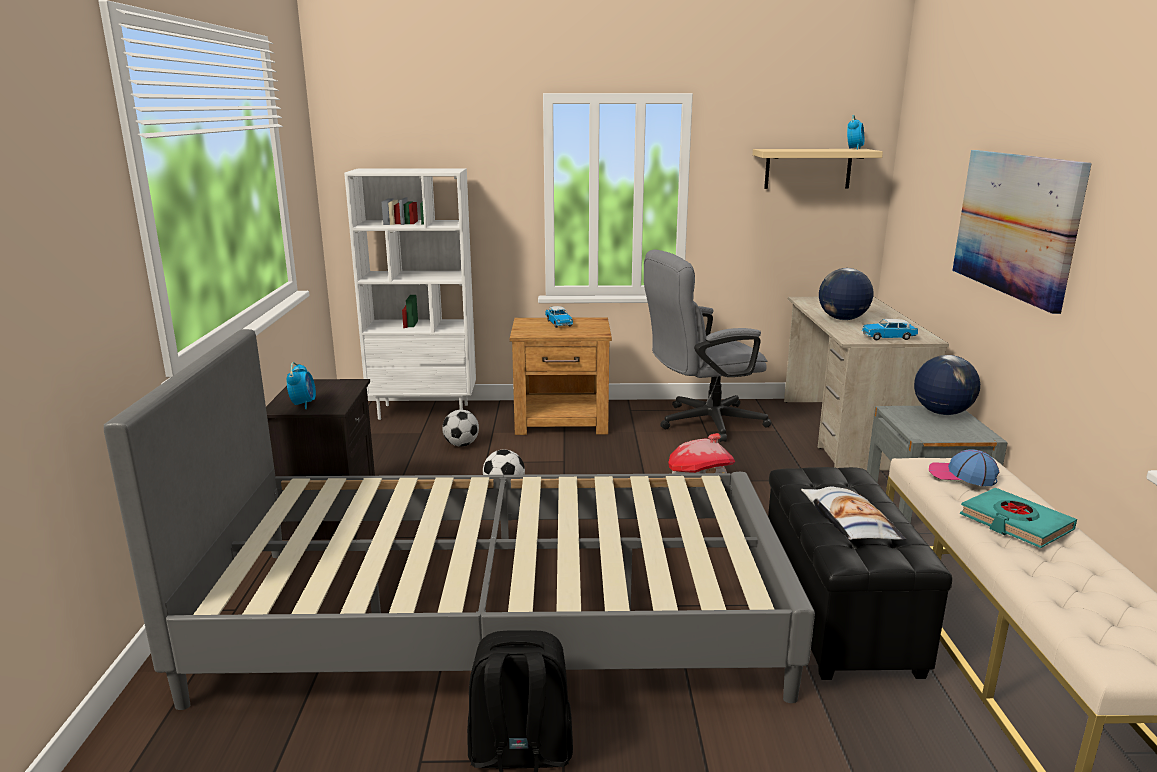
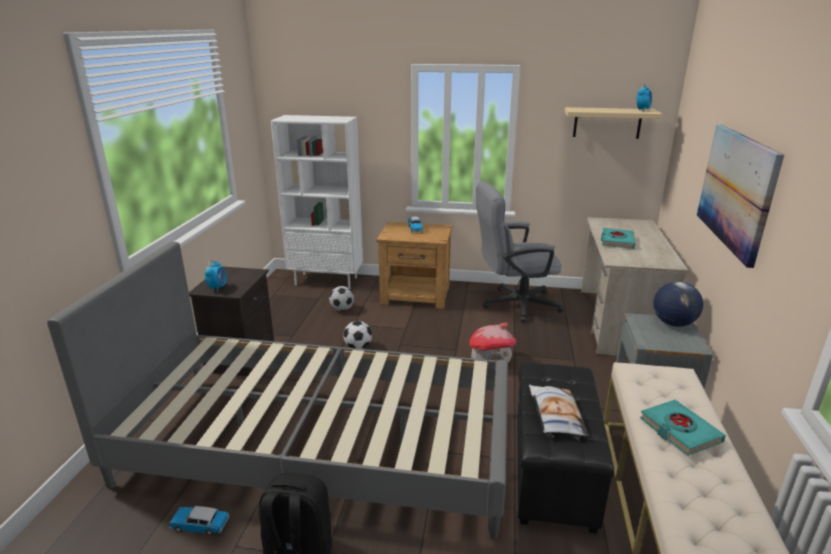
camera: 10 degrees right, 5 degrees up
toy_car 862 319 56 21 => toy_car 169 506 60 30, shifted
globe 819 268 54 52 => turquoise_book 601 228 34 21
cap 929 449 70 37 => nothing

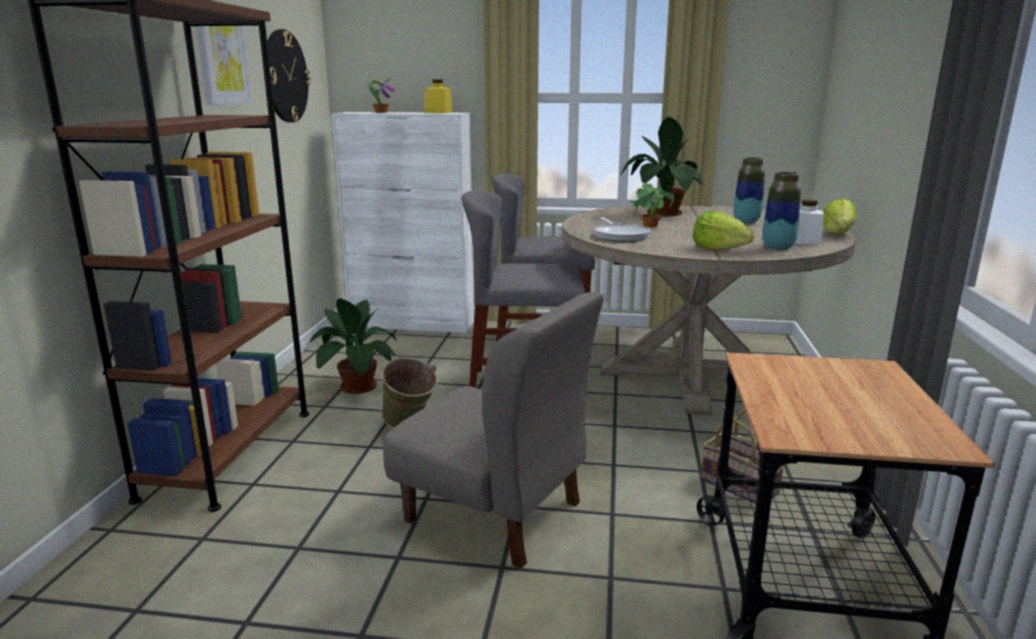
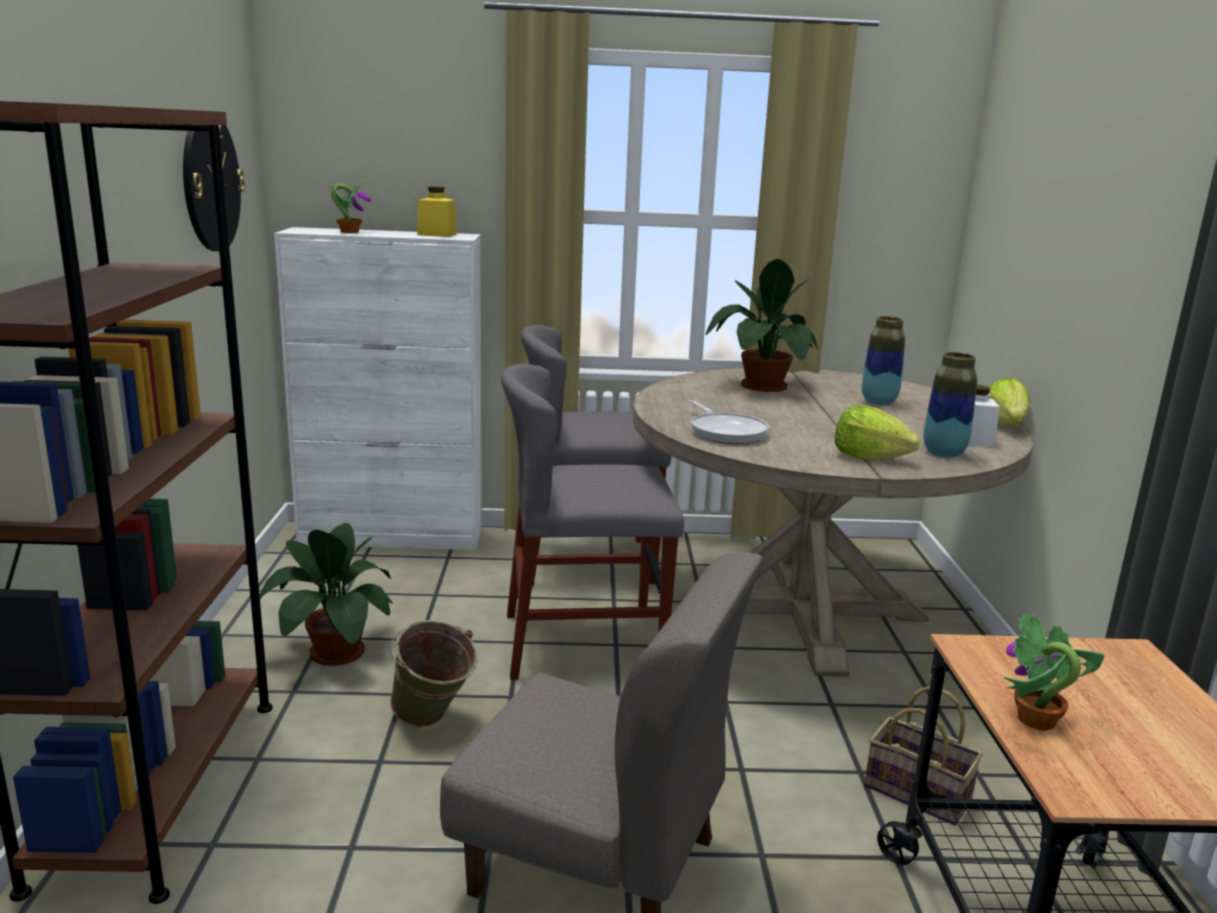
camera: 10 degrees left, 0 degrees up
potted_plant 630 183 45 44 => potted_plant 1003 613 102 118, shifted
picture 196 26 56 79 => nothing

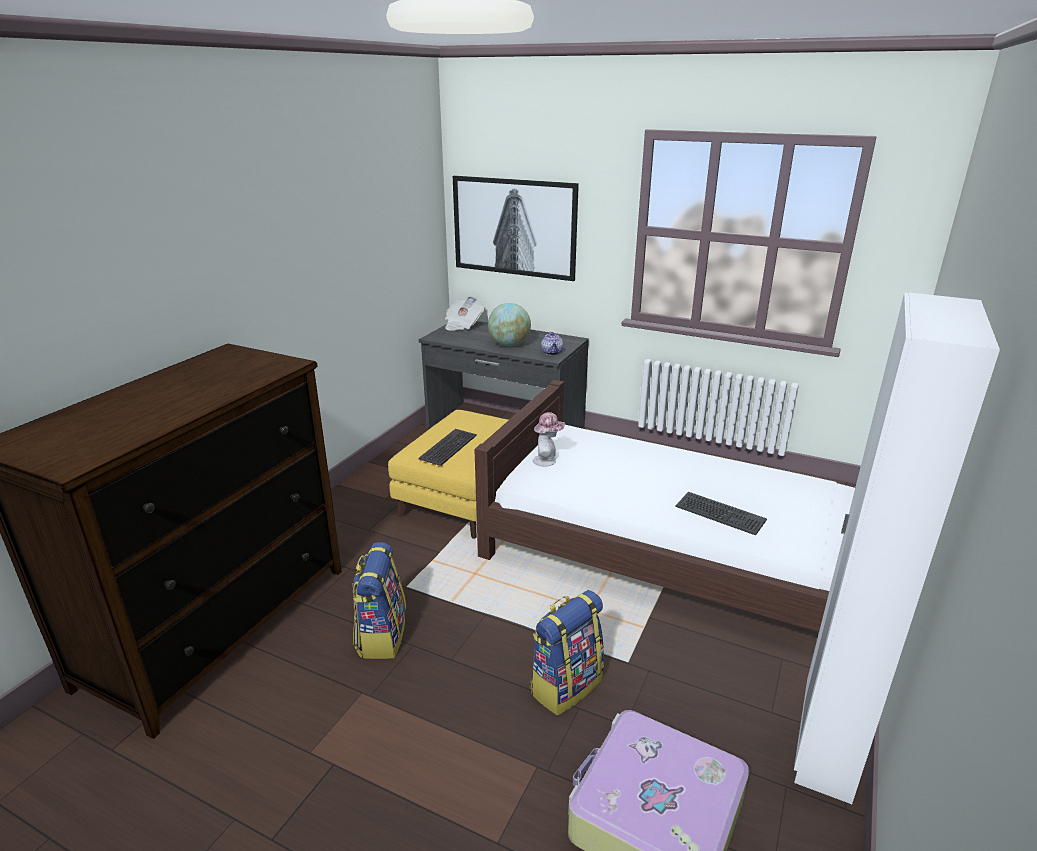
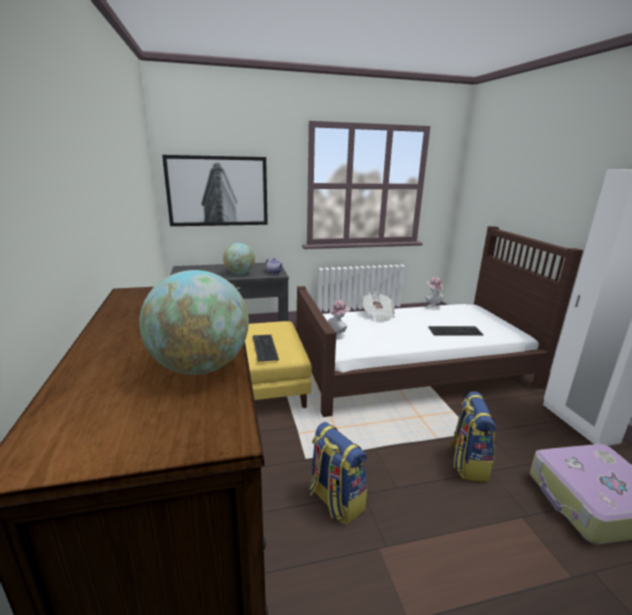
camera: 40 degrees left, 5 degrees down
nothing => globe 139 270 110 105
newspaper 445 296 40 35 => newspaper 363 292 32 31, shifted
nothing => hat 425 277 19 33

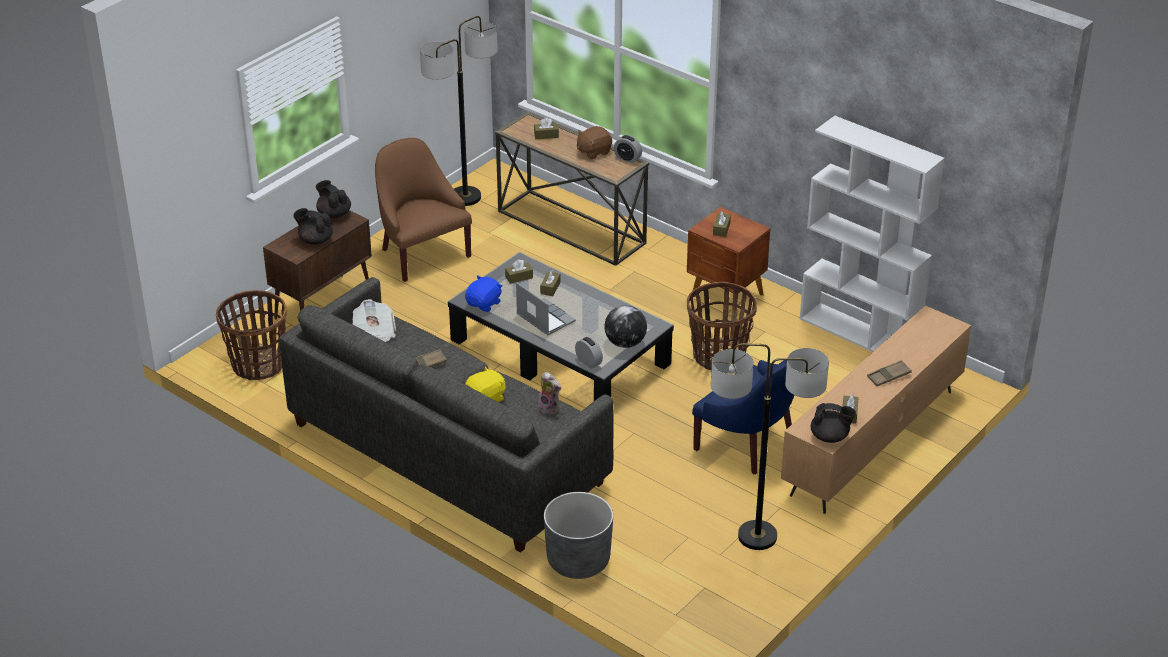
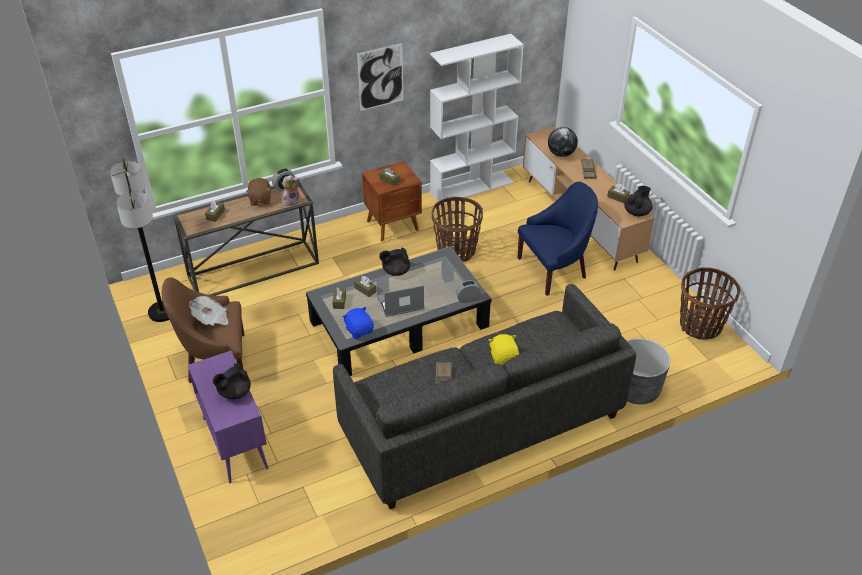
camera: 65 degrees left, 5 degrees up
brown_cabinet 263 210 109 109 => purple_cabinet 188 351 81 132
newspaper 353 299 43 43 => newspaper 189 296 39 30, shifted
plush_toy 538 372 23 43 => plush_toy 282 175 18 31, shifted
nothing => picture 357 43 47 68
black_teapot 316 180 35 38 => black_teapot 379 248 31 28, shifted
globe 604 305 43 43 => globe 548 127 30 30, shifted
basket 216 290 71 90 => basket 680 267 61 73, shifted
floor_lamp 711 343 118 207 => nothing

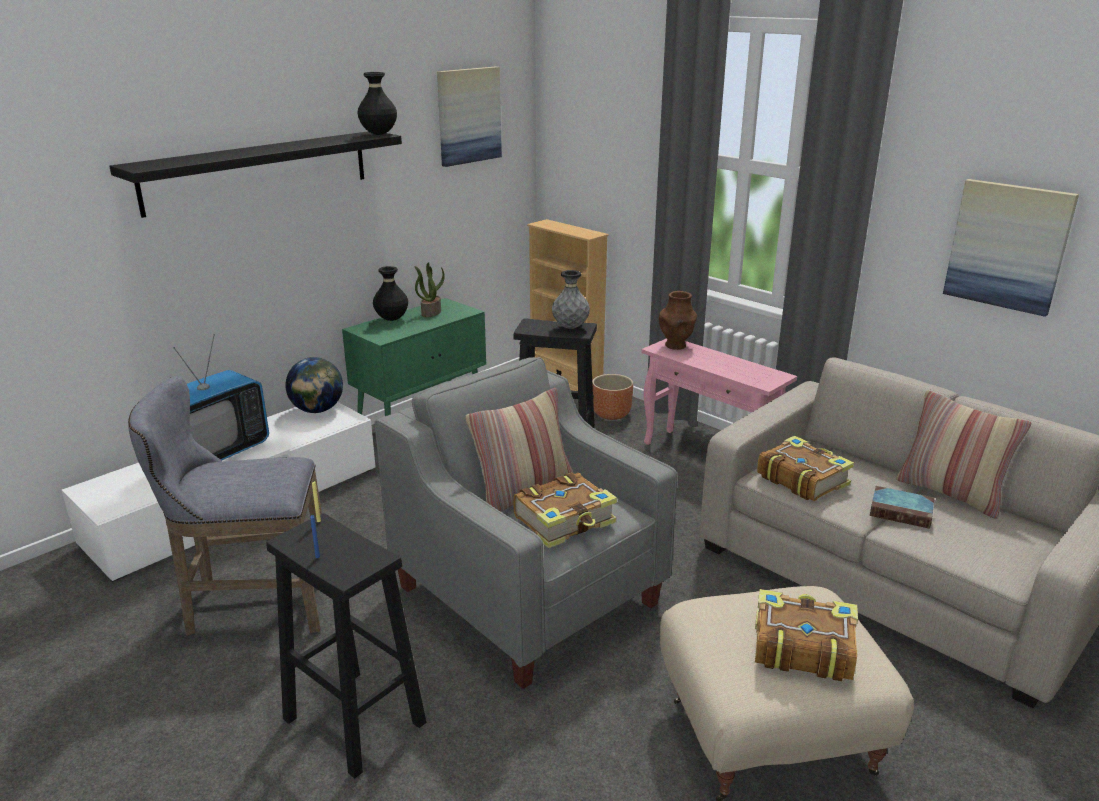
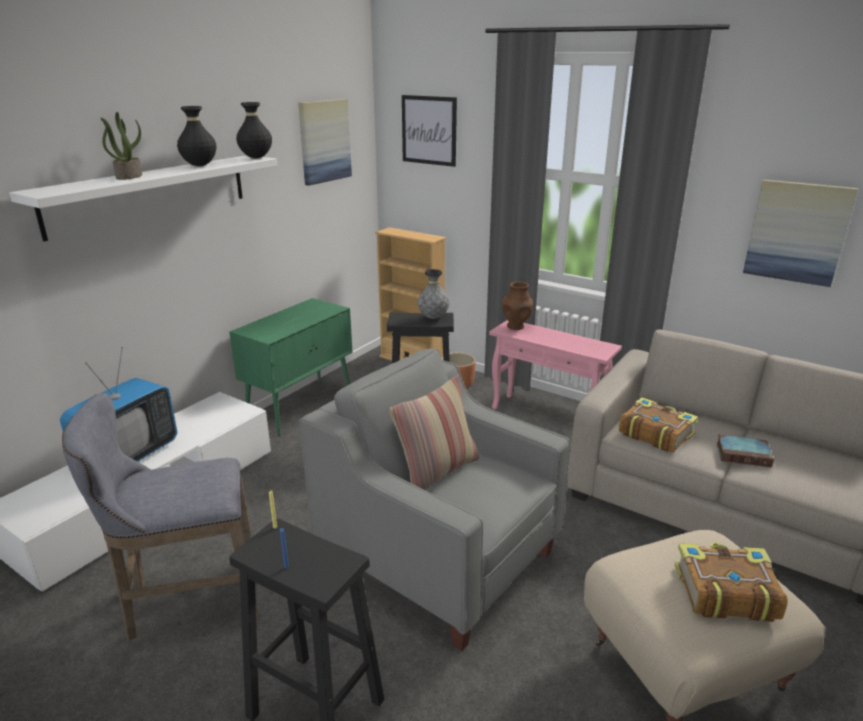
camera: 10 degrees left, 0 degrees up
black_shelf 109 131 293 87 => white_shelf 9 155 269 86
potted_plant 415 262 30 55 => potted_plant 100 112 42 68, shifted
black_vase 373 266 35 55 => black_vase 177 106 39 60, shifted
nothing => picture 402 95 55 72
globe 285 357 58 56 => nothing
book 513 473 104 75 => nothing
pillow 896 390 135 129 => nothing

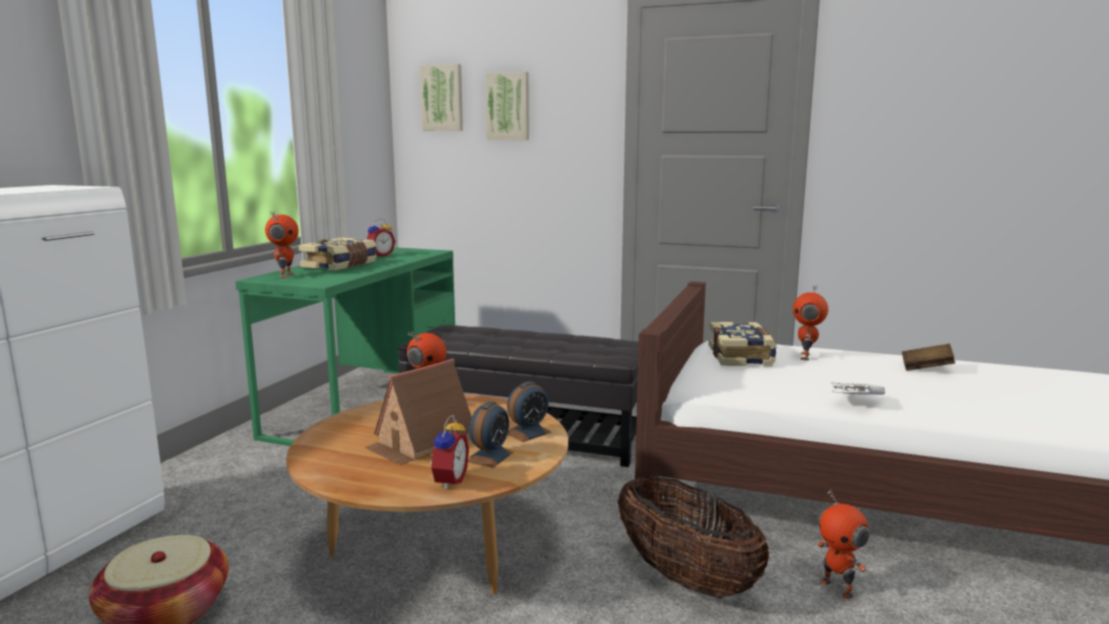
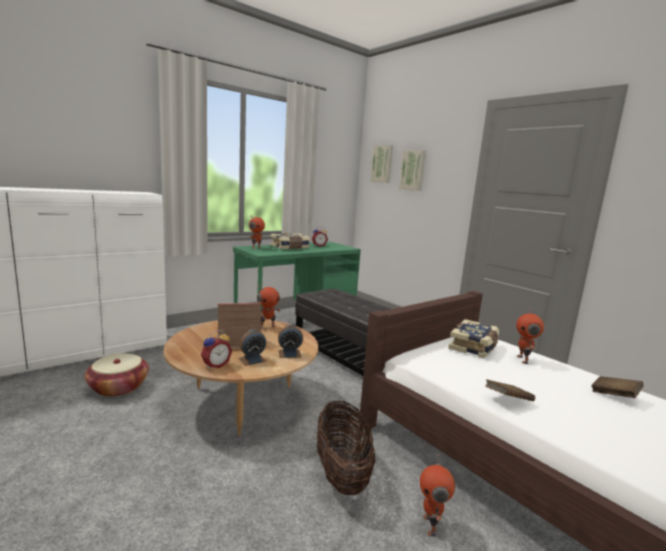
camera: 30 degrees right, 0 degrees up
white_book 831 382 54 13 => brown_book 485 379 50 22
toy_robot 793 286 35 75 => toy_robot 516 307 28 57, 45 degrees counterclockwise

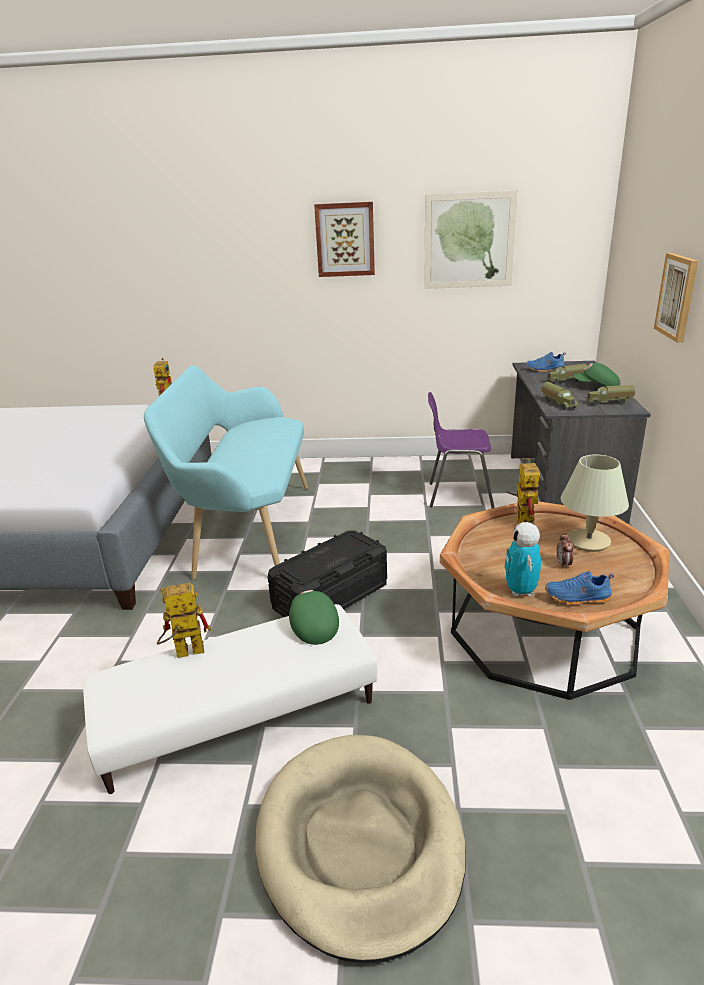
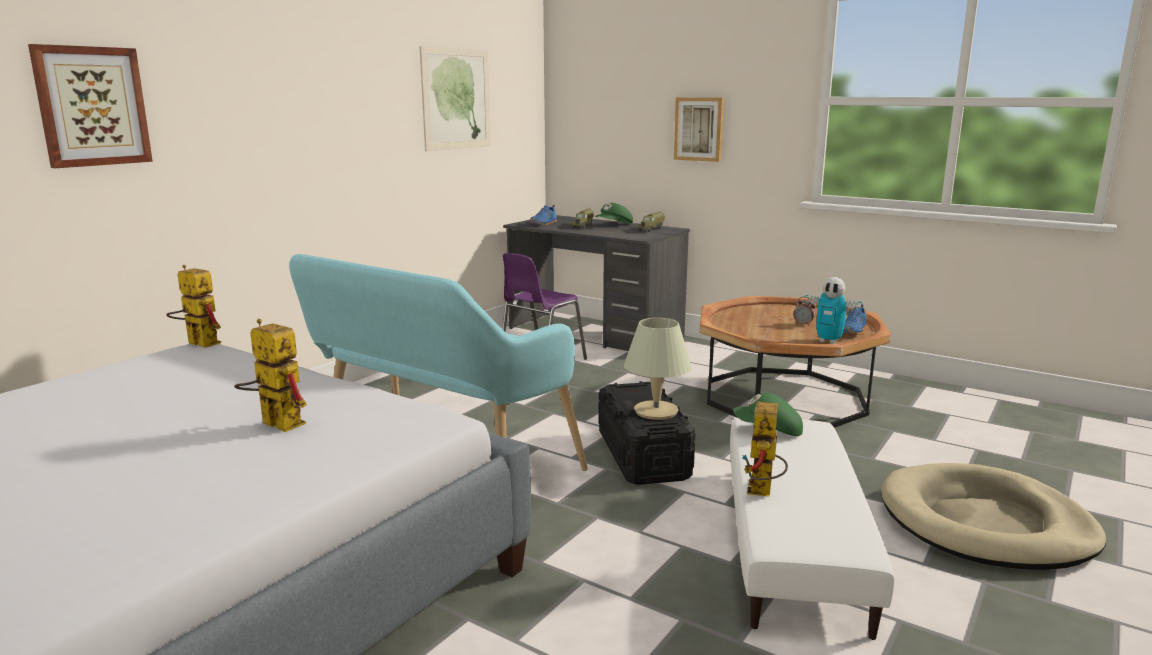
camera: 60 degrees left, 10 degrees down
picture 314 202 61 75 => picture 28 44 125 124, shifted
toy_robot 506 458 33 67 => toy_robot 234 319 73 113, shifted
beige_table_lamp 561 455 68 97 => beige_table_lamp 624 318 68 102, shifted
toy_truck 541 382 37 28 => nothing

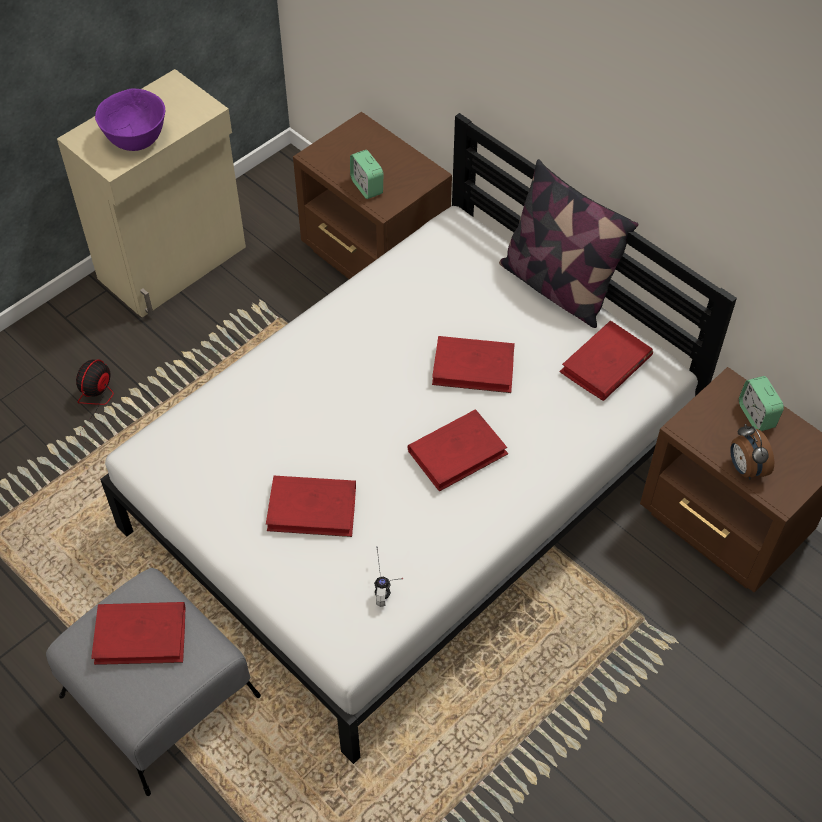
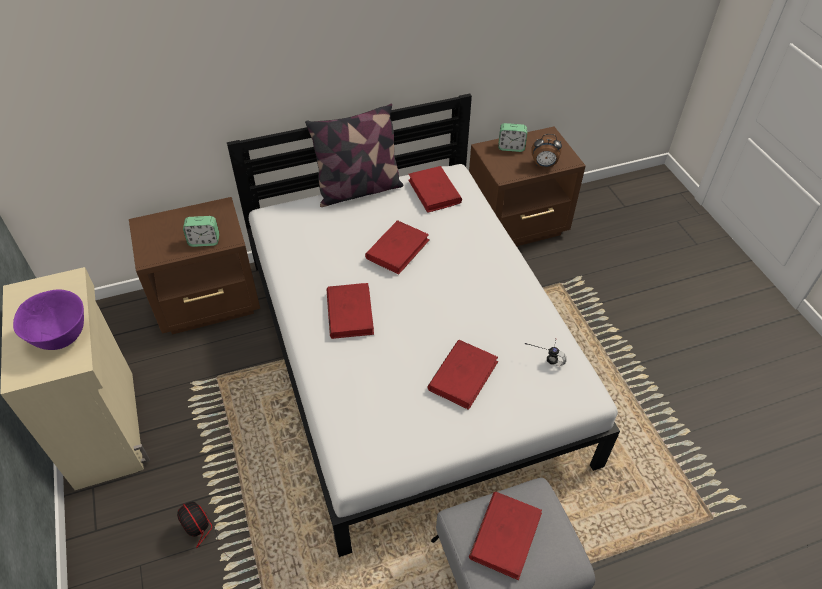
camera: 65 degrees left, 5 degrees down
red_book 408 409 100 83 => red_book 327 283 47 56, shifted

